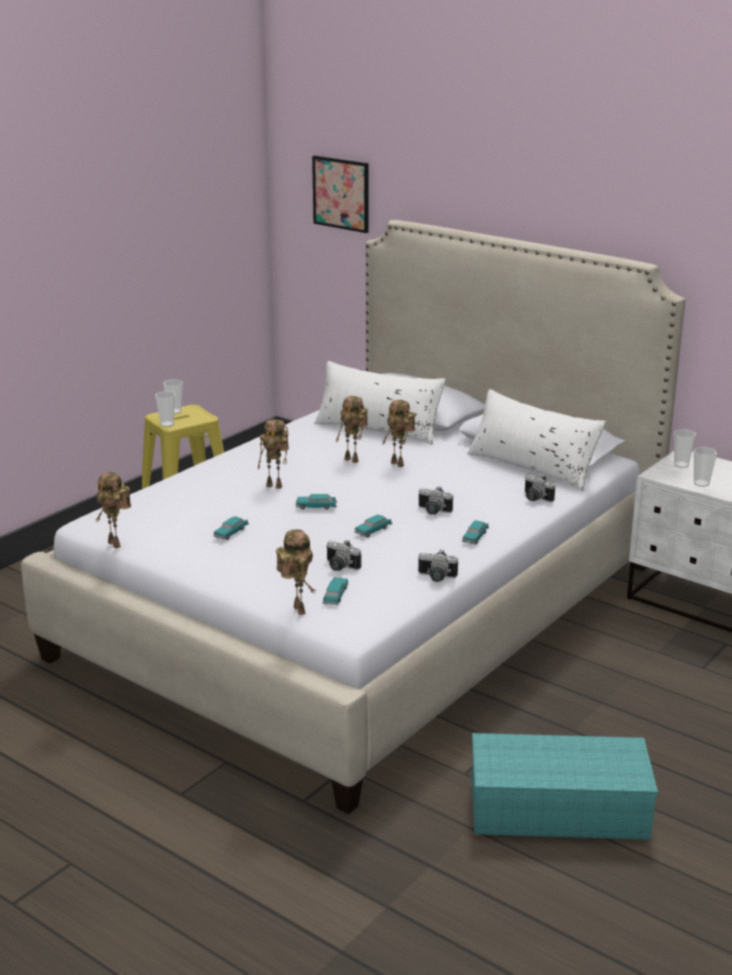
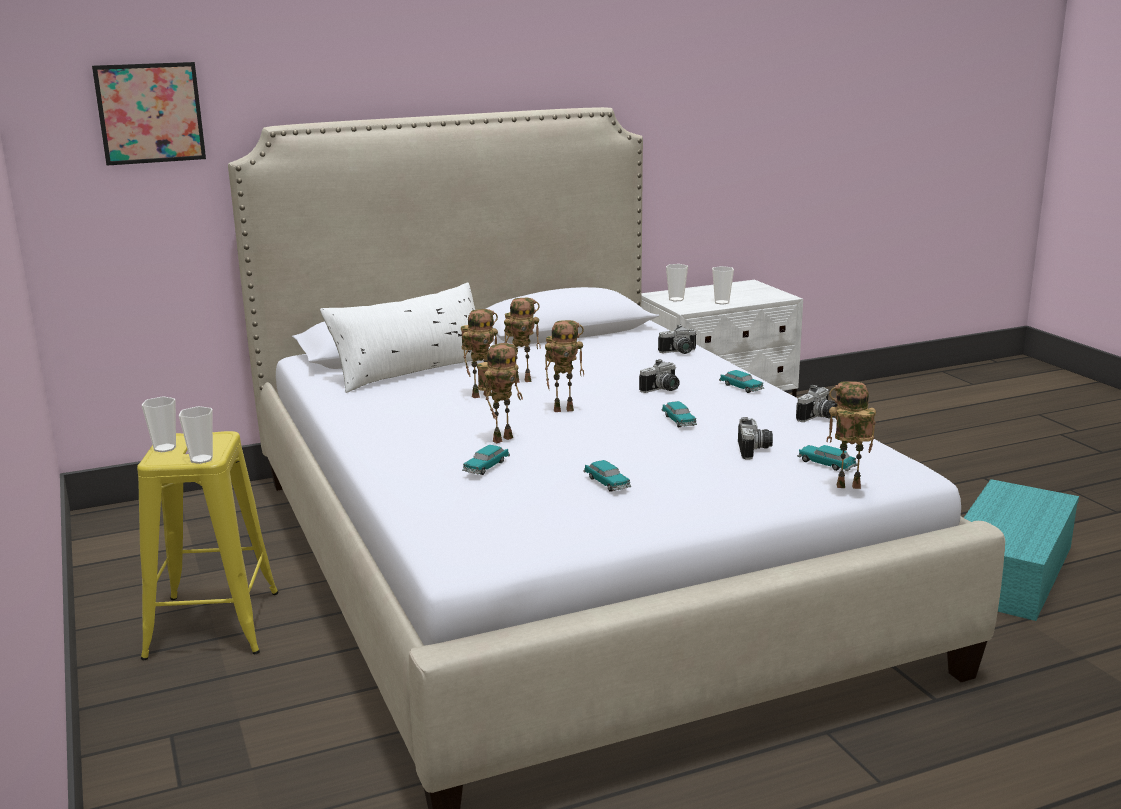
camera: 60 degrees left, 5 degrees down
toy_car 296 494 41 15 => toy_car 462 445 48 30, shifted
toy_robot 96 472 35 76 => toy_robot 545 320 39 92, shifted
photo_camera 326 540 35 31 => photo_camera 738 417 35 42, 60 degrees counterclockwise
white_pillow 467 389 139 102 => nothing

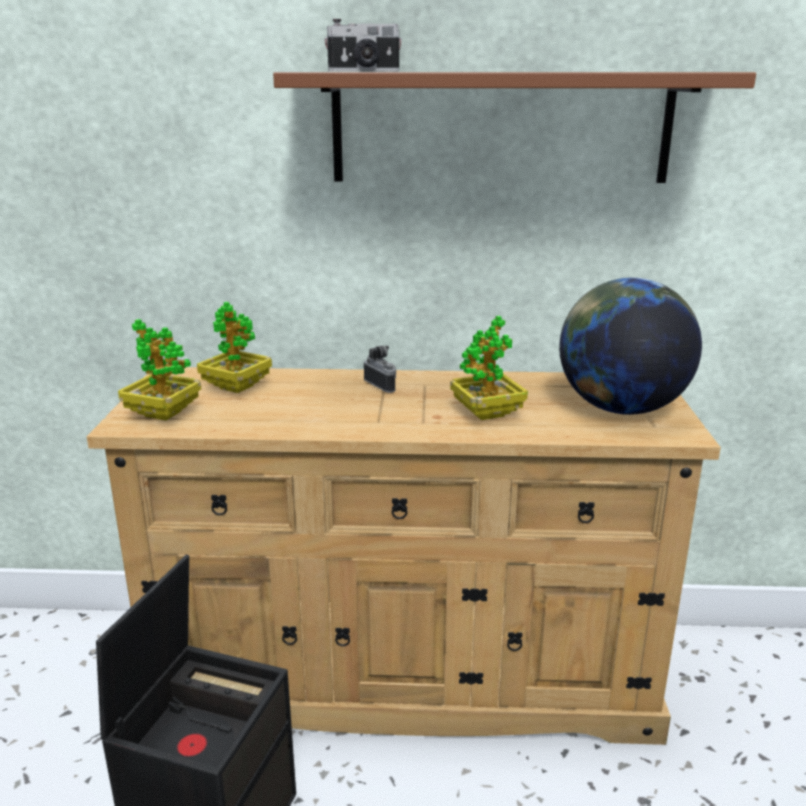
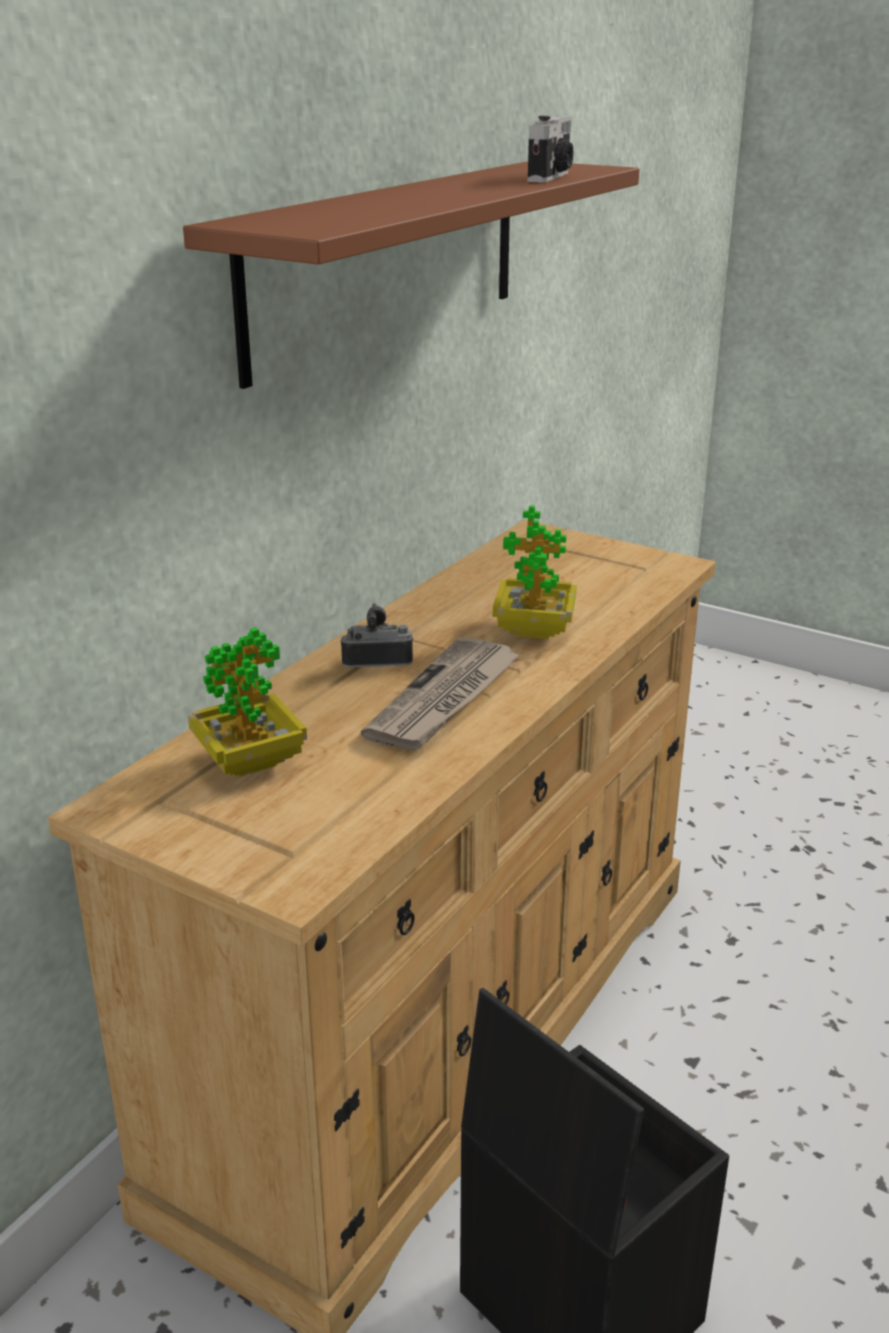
camera: 60 degrees left, 5 degrees up
nothing => newspaper 361 637 160 114
photo_camera 324 19 78 52 => photo_camera 528 116 45 66, shifted
potted_plant 118 319 83 101 => nothing
globe 559 278 143 137 => nothing

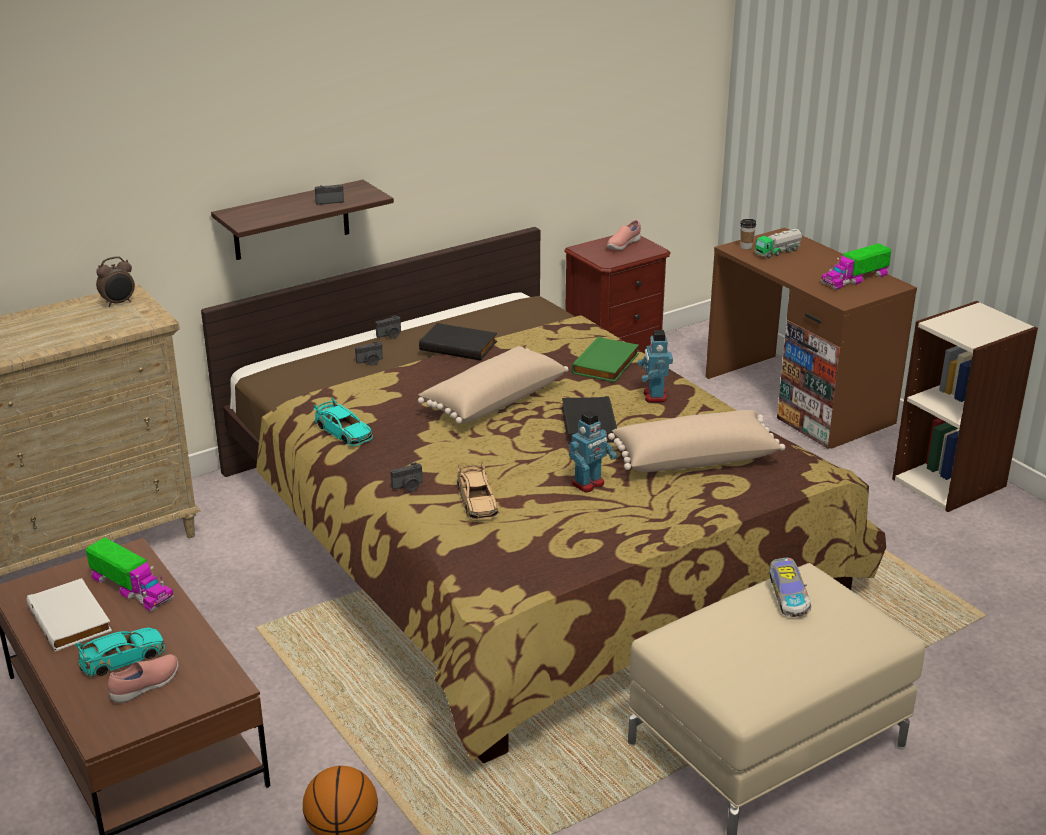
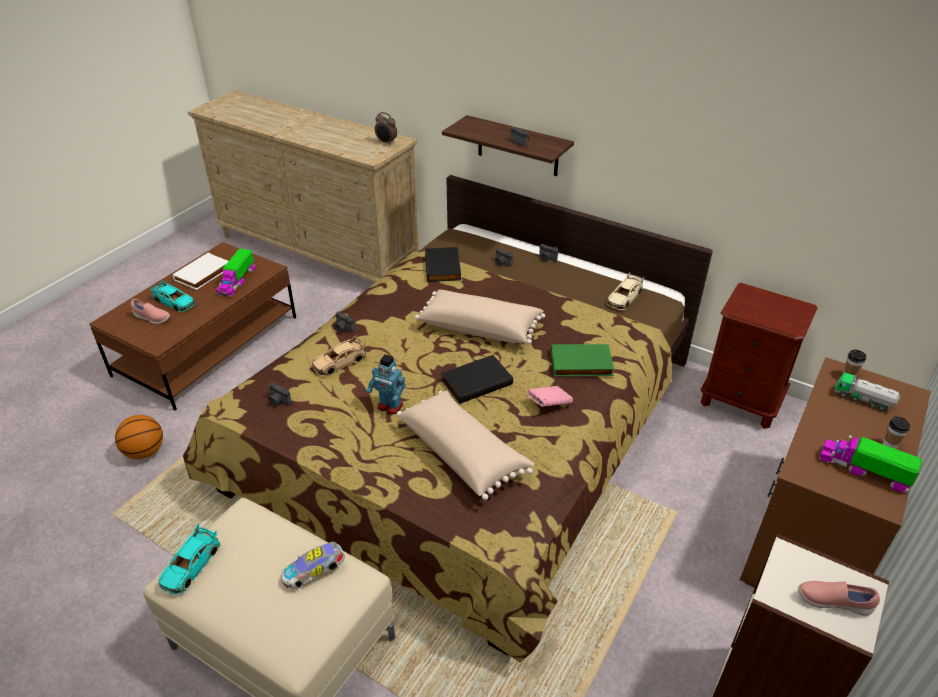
camera: 65 degrees right, 10 degrees up
turquoise_toy_car 314 398 59 48 => turquoise_toy_car 158 524 63 71, shifted
nothing => photo_camera 268 382 24 24
black_book 419 323 78 37 => black_book 425 247 36 35, shifted
toy_robot 638 330 35 72 => pink_book 527 386 46 21
nothing => beige_toy_car 606 272 38 38
pink_shoe 607 220 34 30 => pink_shoe 798 581 82 35, shifted
nothing => cup 883 416 27 33

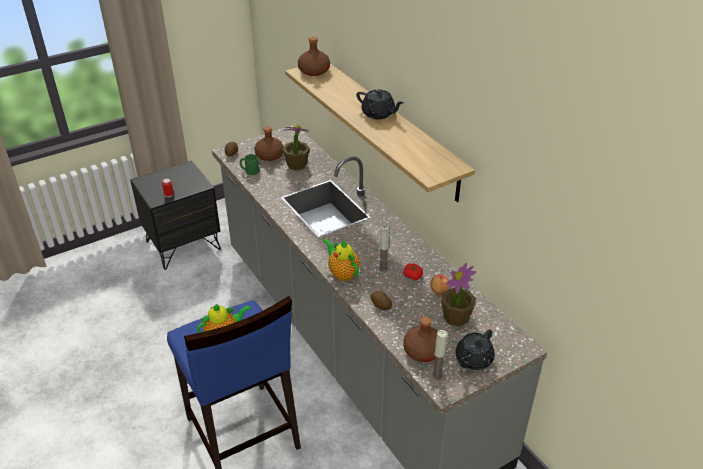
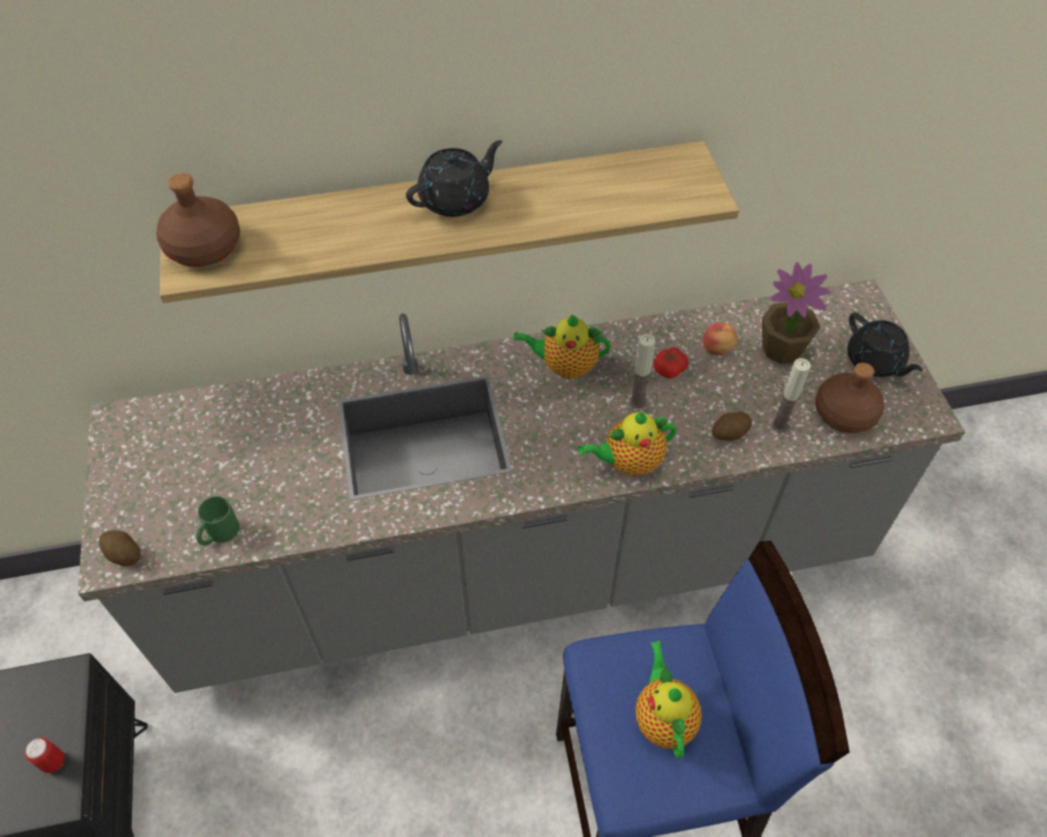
camera: 70 degrees left, 15 degrees up
nothing => teapot 514 315 97 64
candle 432 330 15 50 => candle 771 358 40 74, shifted
brown_bottle 254 127 30 34 => nothing
potted_plant 282 125 28 45 => nothing

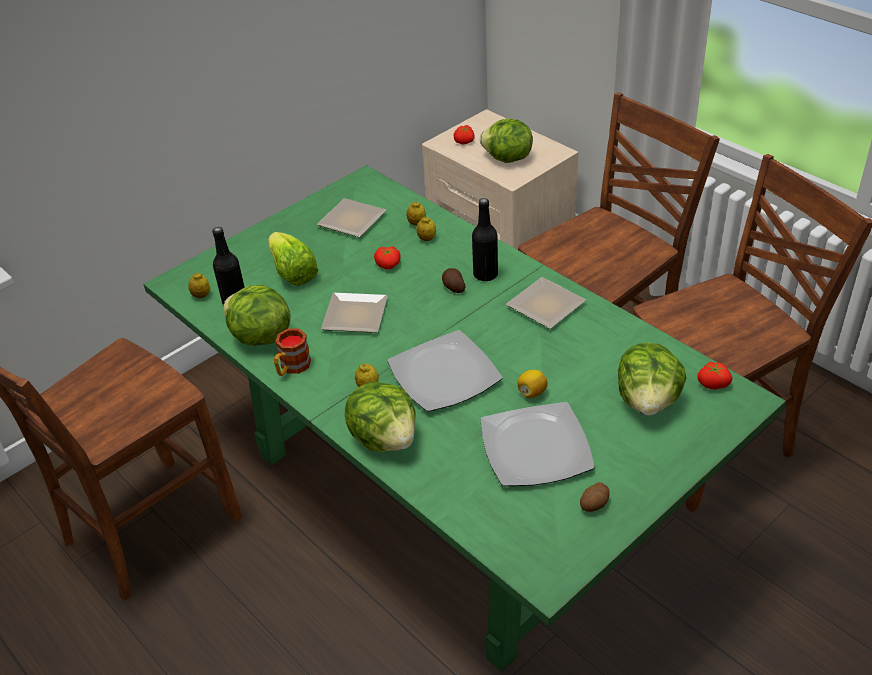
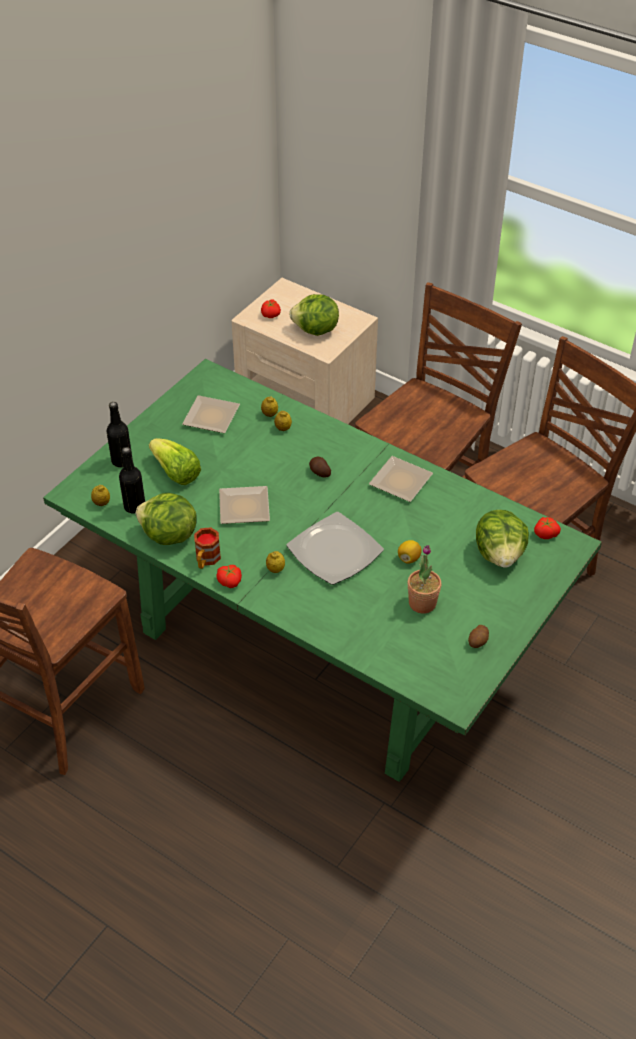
camera: 15 degrees left, 5 degrees up
black_bottle 472 198 26 83 => black_bottle 106 402 27 66, shifted
tomato 374 246 27 24 => tomato 216 565 26 23, shifted
plate 480 402 115 84 => potted_plant 408 545 33 69
lettuce 345 382 71 70 => nothing

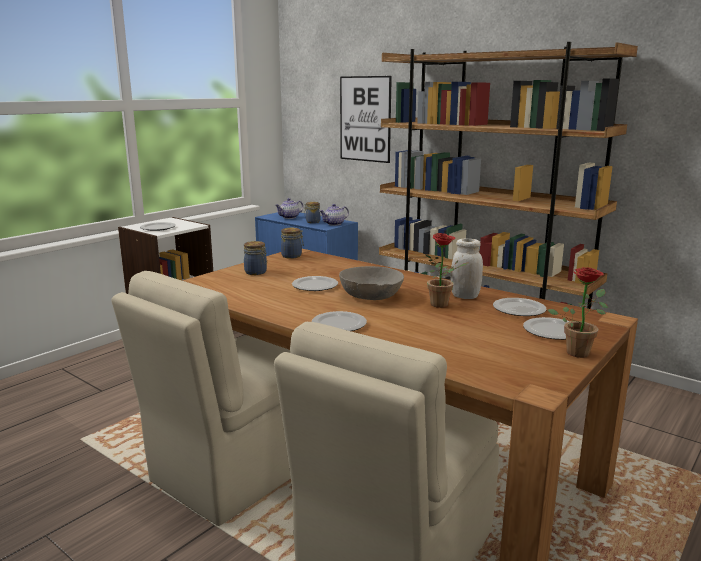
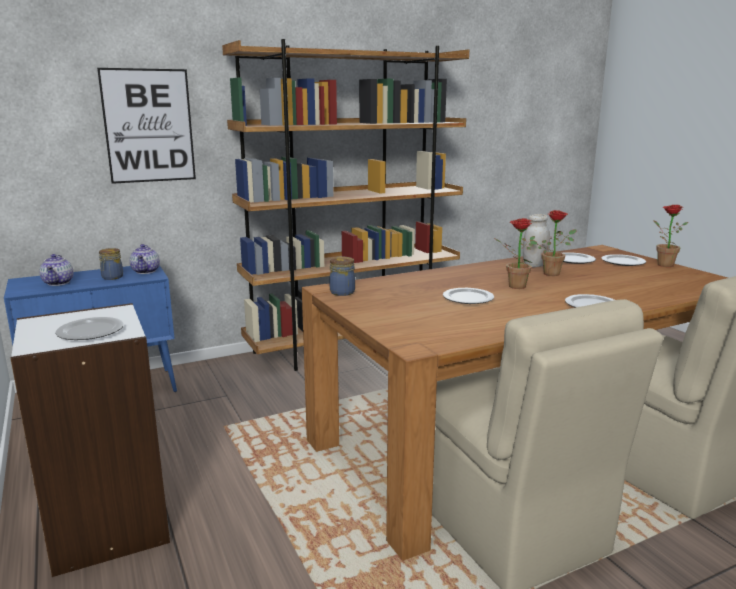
camera: 65 degrees left, 0 degrees up
grey_bowl 339 266 65 34 => potted_plant 494 218 41 71
jar 244 241 23 34 => nothing

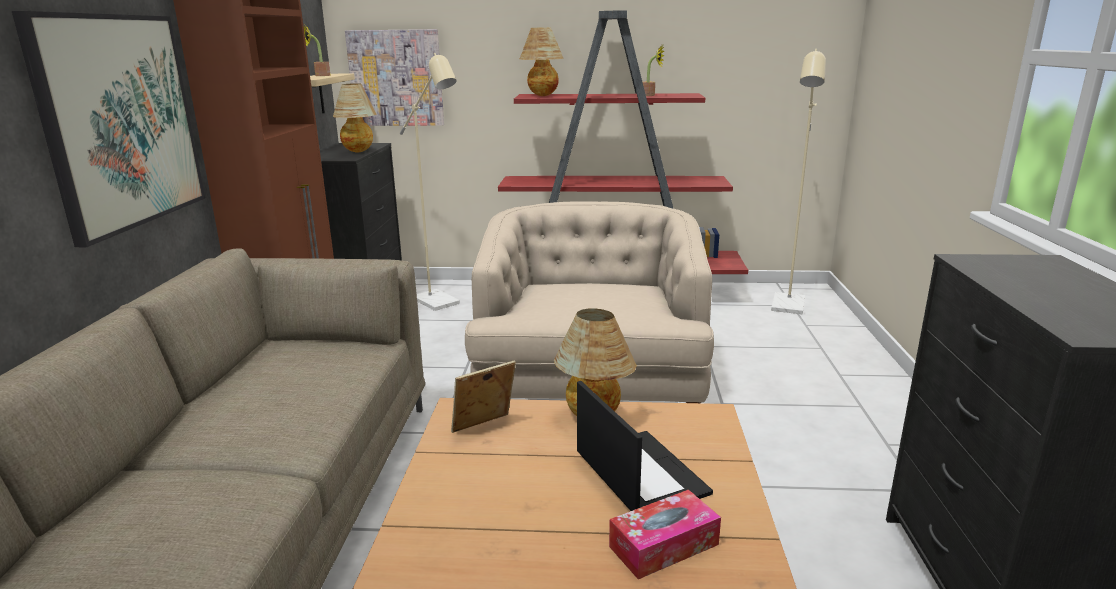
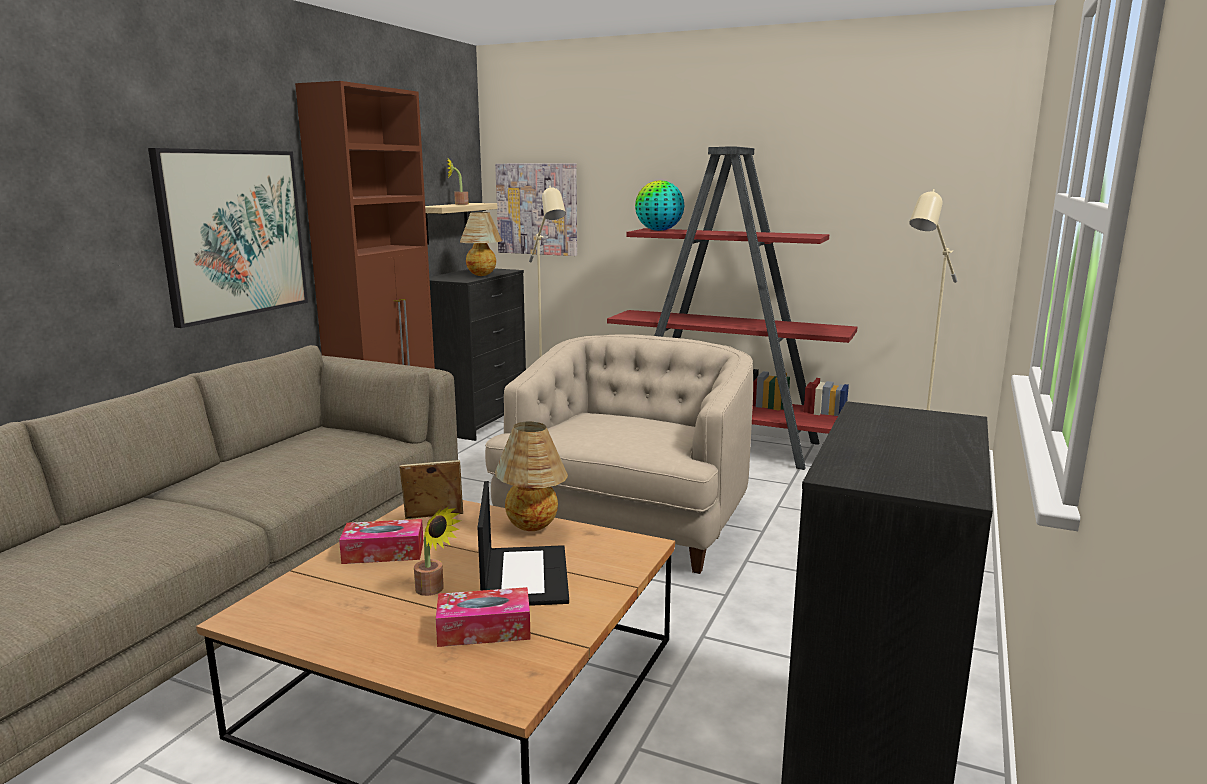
camera: 20 degrees right, 5 degrees down
nothing => tissue_box 339 519 85 45
potted_plant 643 46 21 50 => potted_plant 414 506 47 90, shifted
table_lamp 519 28 45 68 => globe 635 180 49 51

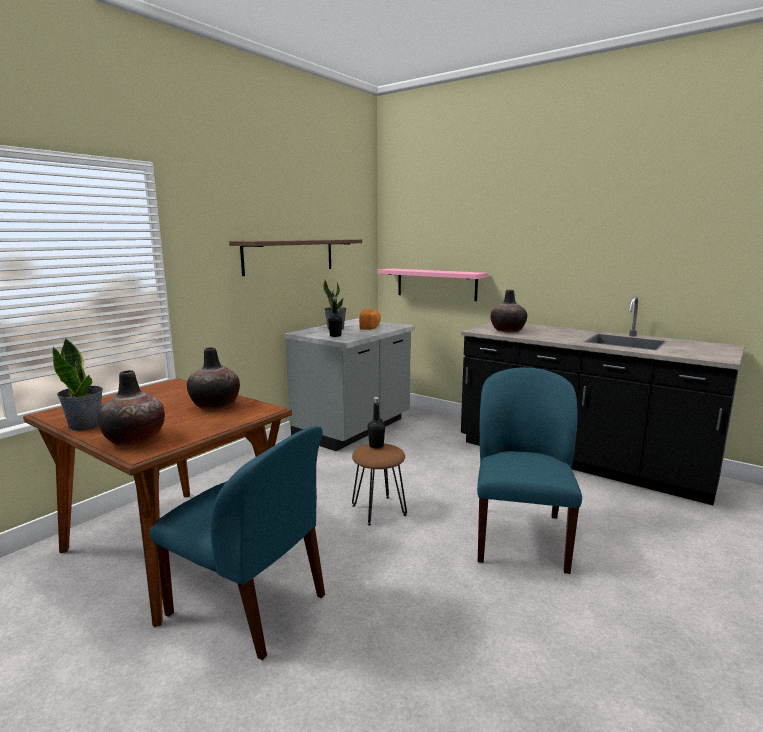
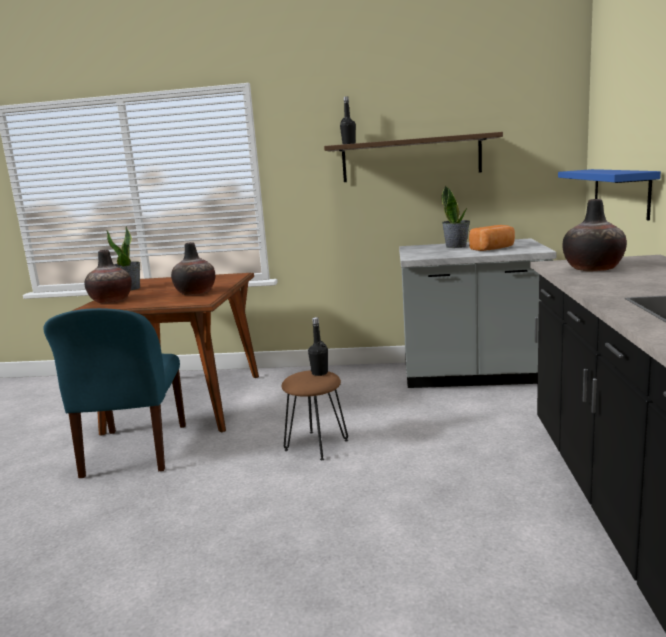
camera: 60 degrees right, 0 degrees up
black_bottle 328 296 14 41 => black_bottle 340 96 16 48, shifted
pink_shelf 378 268 110 33 => blue_shelf 558 169 103 51
blue_chair 477 368 105 206 => nothing

